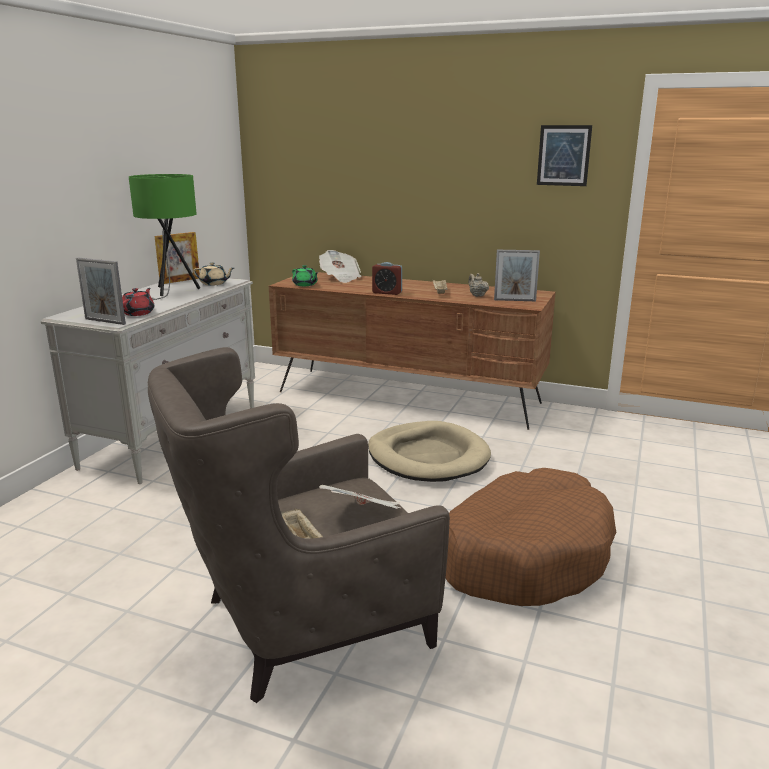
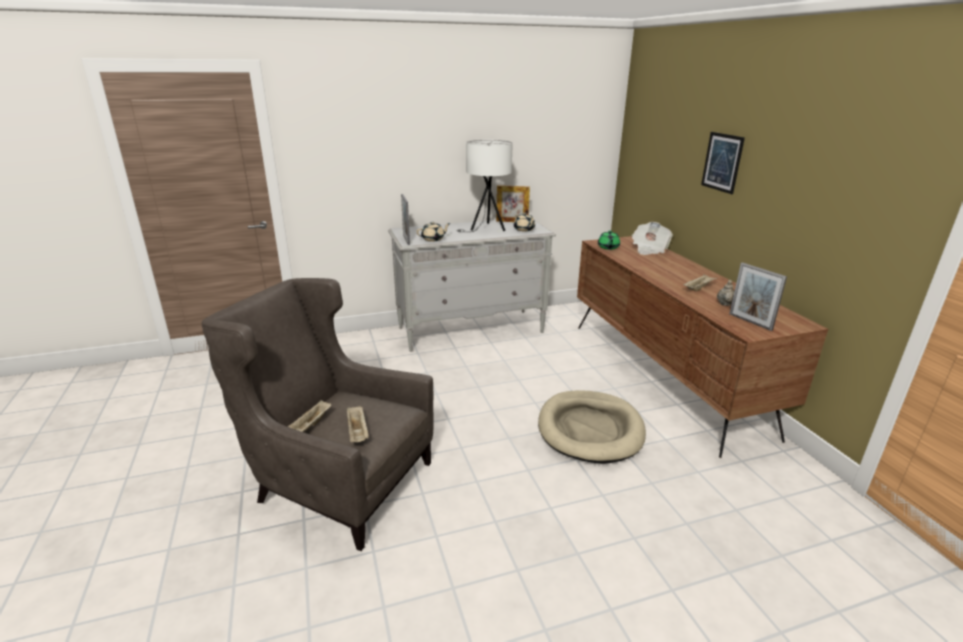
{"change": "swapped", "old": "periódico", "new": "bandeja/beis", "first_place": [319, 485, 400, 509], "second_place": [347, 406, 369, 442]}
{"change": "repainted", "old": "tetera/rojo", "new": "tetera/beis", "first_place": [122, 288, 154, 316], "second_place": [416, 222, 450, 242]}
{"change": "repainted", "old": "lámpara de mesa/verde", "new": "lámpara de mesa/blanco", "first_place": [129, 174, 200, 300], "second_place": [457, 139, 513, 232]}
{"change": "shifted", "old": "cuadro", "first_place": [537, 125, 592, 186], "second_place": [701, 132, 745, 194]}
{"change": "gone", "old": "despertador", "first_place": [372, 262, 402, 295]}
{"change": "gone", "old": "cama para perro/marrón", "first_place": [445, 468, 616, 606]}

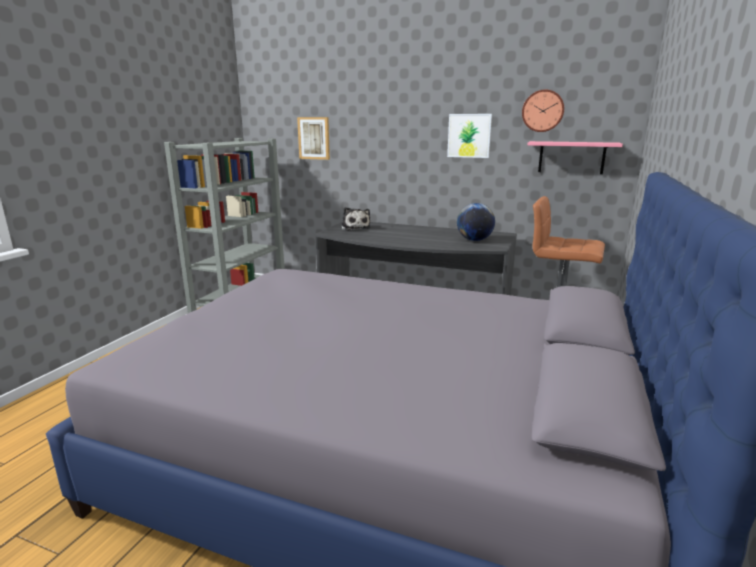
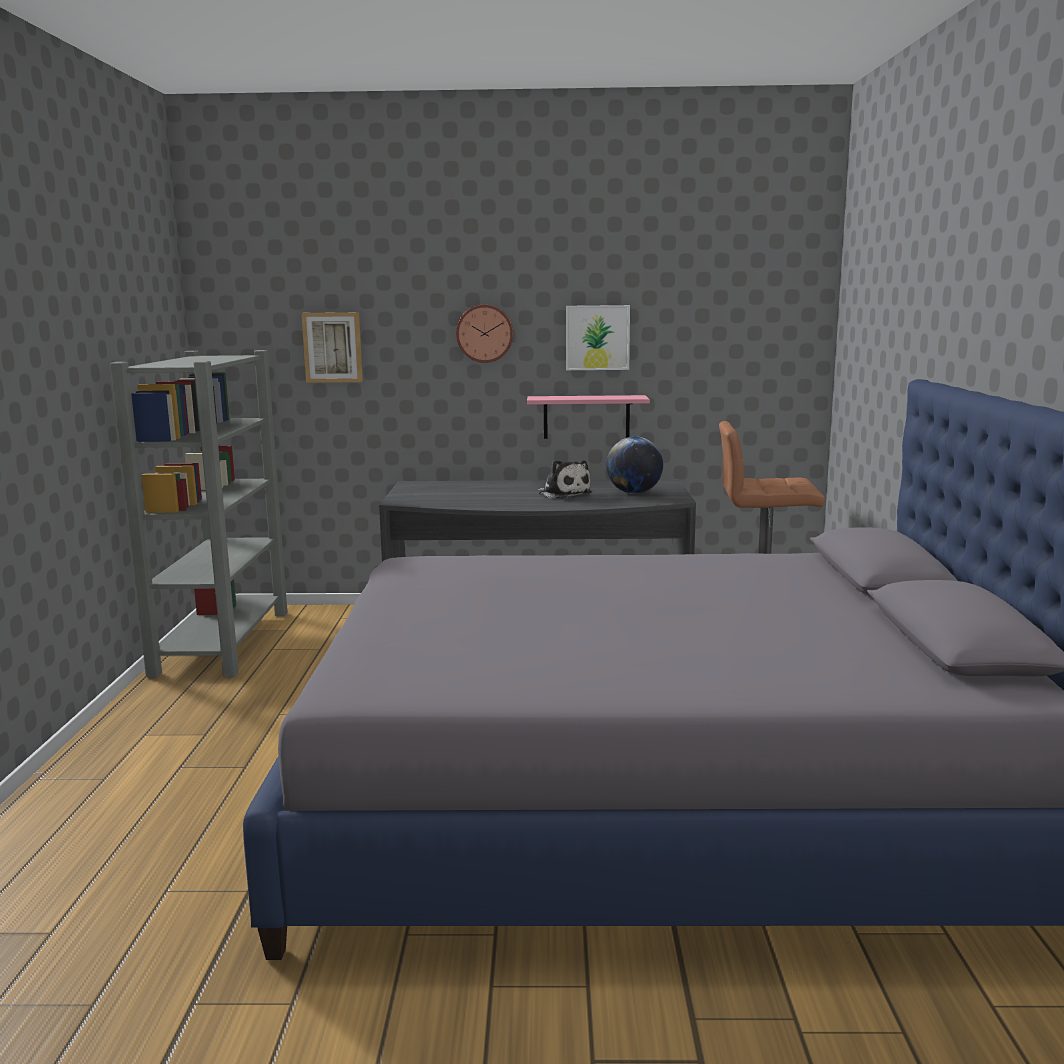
{"change": "shifted", "old": "reloj de pared", "first_place": [522, 90, 564, 132], "second_place": [456, 305, 513, 363]}
{"change": "shifted", "old": "estante/rosa", "first_place": [527, 141, 623, 174], "second_place": [527, 395, 650, 439]}
{"change": "shifted", "old": "peluche", "first_place": [341, 207, 370, 230], "second_place": [538, 460, 592, 499]}

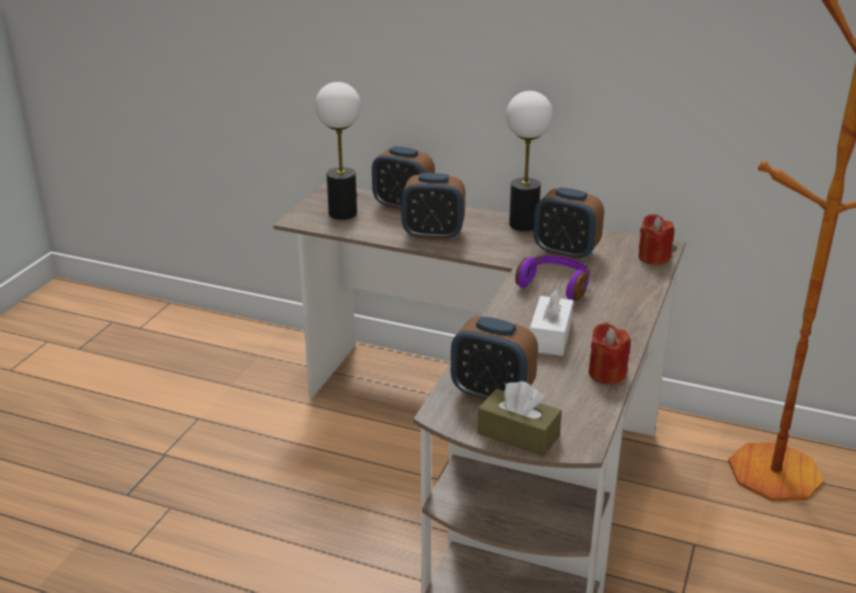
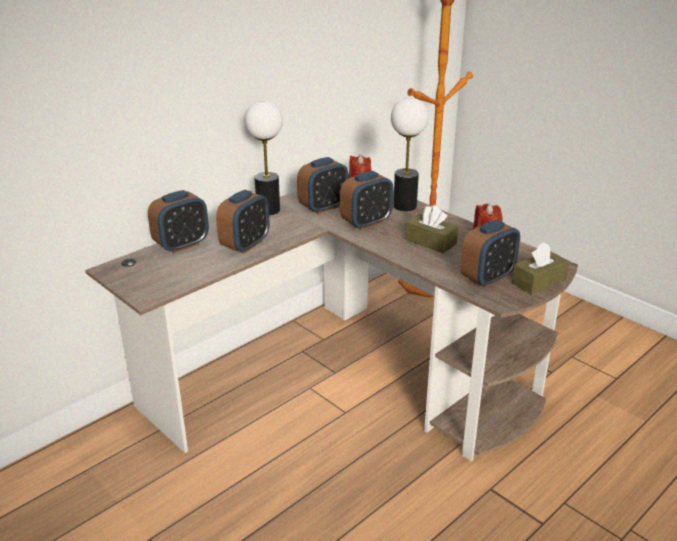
{"change": "swapped", "old": "auriculares/morado", "new": "despertador", "first_place": [515, 255, 590, 301], "second_place": [340, 171, 394, 230]}
{"change": "shifted", "old": "lámpara de mesa", "first_place": [315, 82, 361, 220], "second_place": [391, 97, 428, 211]}
{"change": "repainted", "old": "caja de pañuelos/blanco", "new": "caja de pañuelos/marrón", "first_place": [530, 288, 573, 356], "second_place": [405, 205, 458, 253]}

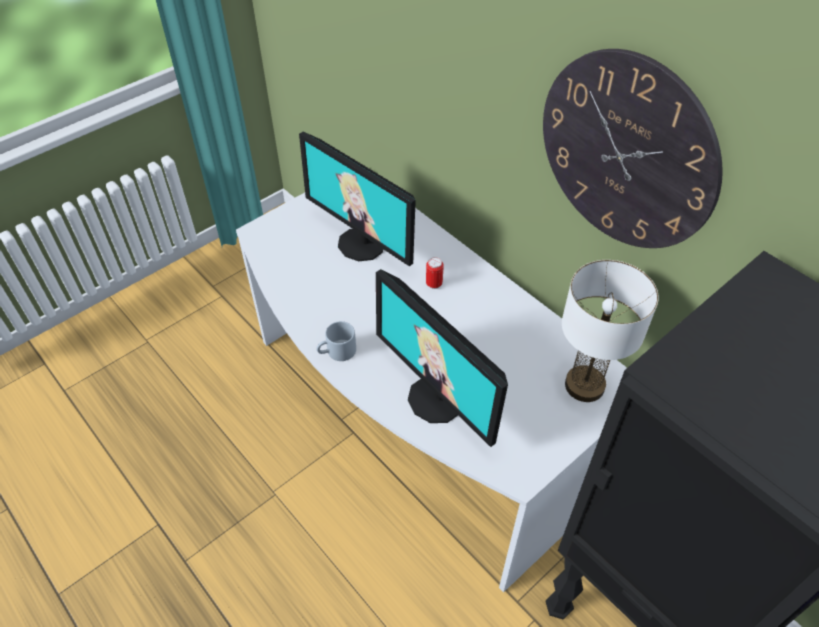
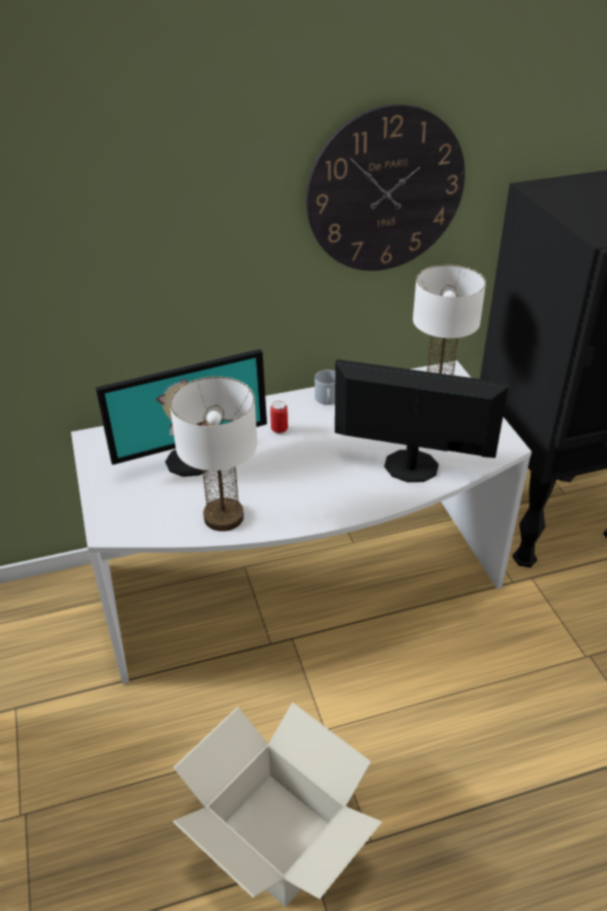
{"change": "new", "new": "lámpara de mesa", "second_place": [170, 376, 257, 531]}
{"change": "new", "new": "caja de cartón", "second_place": [173, 703, 382, 908]}
{"change": "shifted", "old": "taza grande/gris", "first_place": [316, 321, 356, 361], "second_place": [315, 370, 335, 405]}
{"change": "rotated", "old": "monitor", "first_place": [376, 269, 508, 447], "second_place": [335, 359, 509, 482], "degrees": -150}

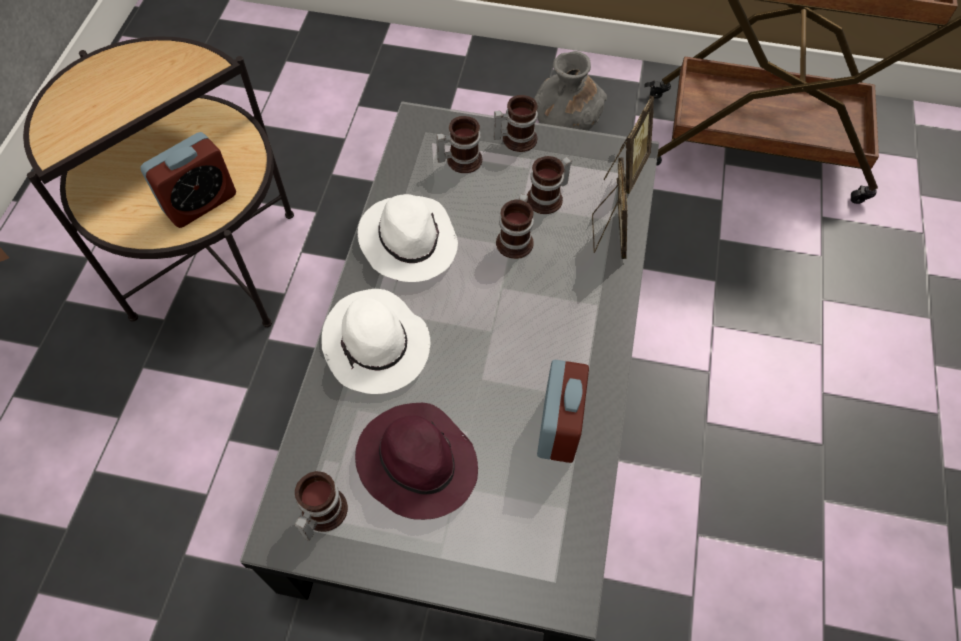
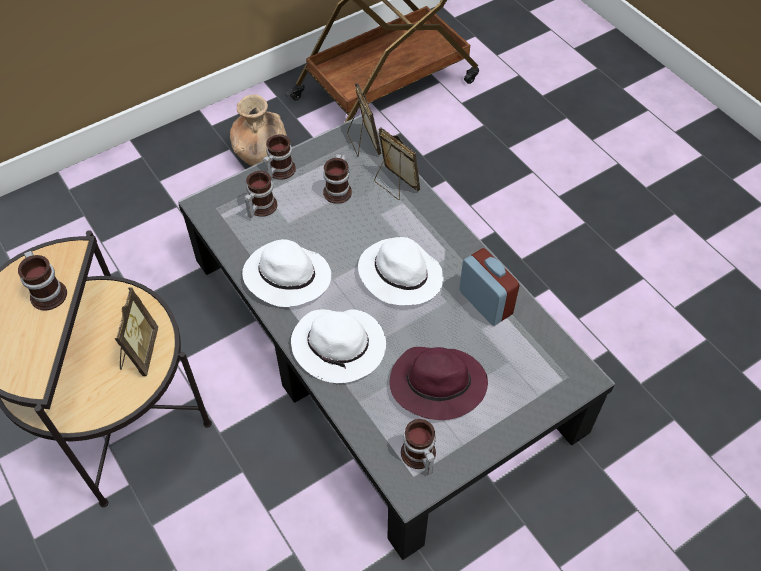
{"change": "shifted", "old": "taza grande", "first_place": [496, 194, 534, 259], "second_place": [18, 251, 67, 310]}
{"change": "swapped", "old": "despertador", "new": "portarretratos", "first_place": [140, 132, 236, 228], "second_place": [114, 287, 158, 376]}
{"change": "repainted", "old": "florero/gris", "new": "florero/marrón", "first_place": [534, 51, 607, 131], "second_place": [230, 94, 287, 166]}
{"change": "new", "new": "sombrero/blanco", "second_place": [358, 237, 444, 305]}

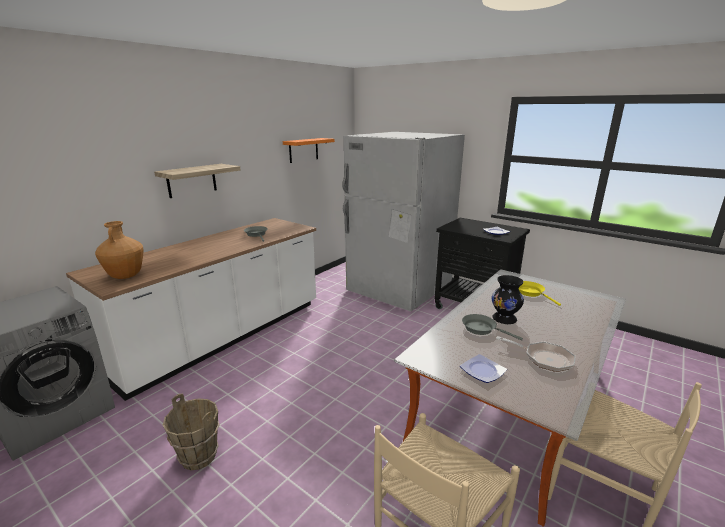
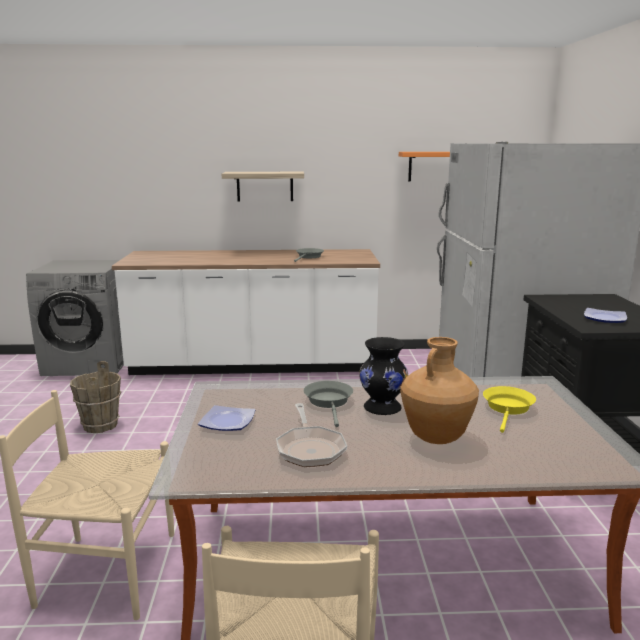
{"change": "shifted", "old": "florero/marrón", "first_place": [95, 221, 144, 279], "second_place": [400, 337, 479, 444]}

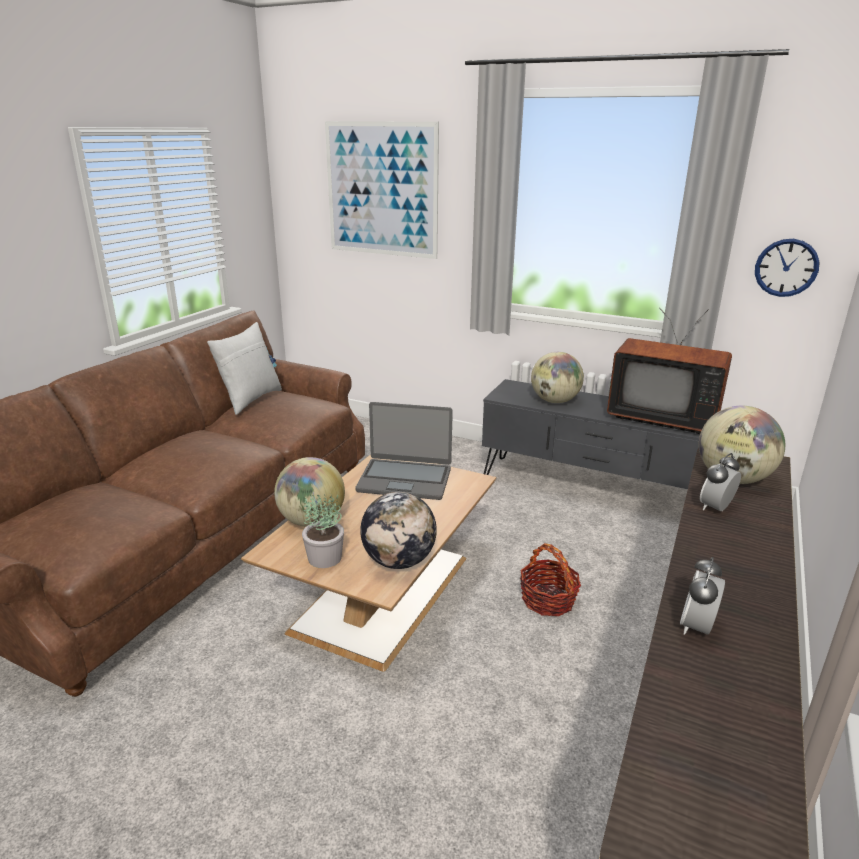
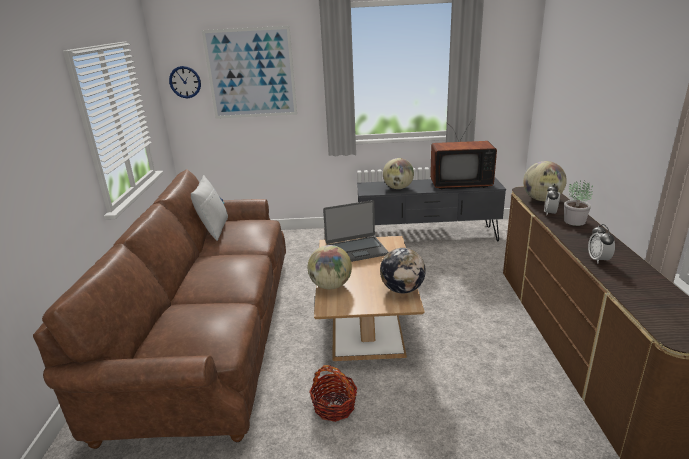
{"change": "shifted", "old": "reloj de pared", "first_place": [755, 239, 820, 297], "second_place": [169, 66, 201, 98]}
{"change": "shifted", "old": "cesta", "first_place": [520, 543, 581, 616], "second_place": [309, 365, 357, 422]}
{"change": "shifted", "old": "planta en maceta", "first_place": [302, 495, 344, 568], "second_place": [564, 180, 593, 226]}

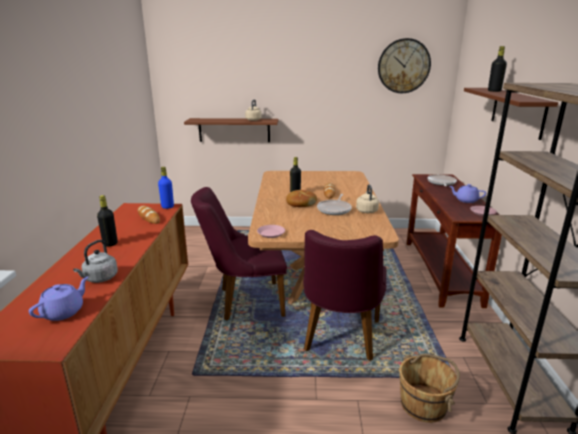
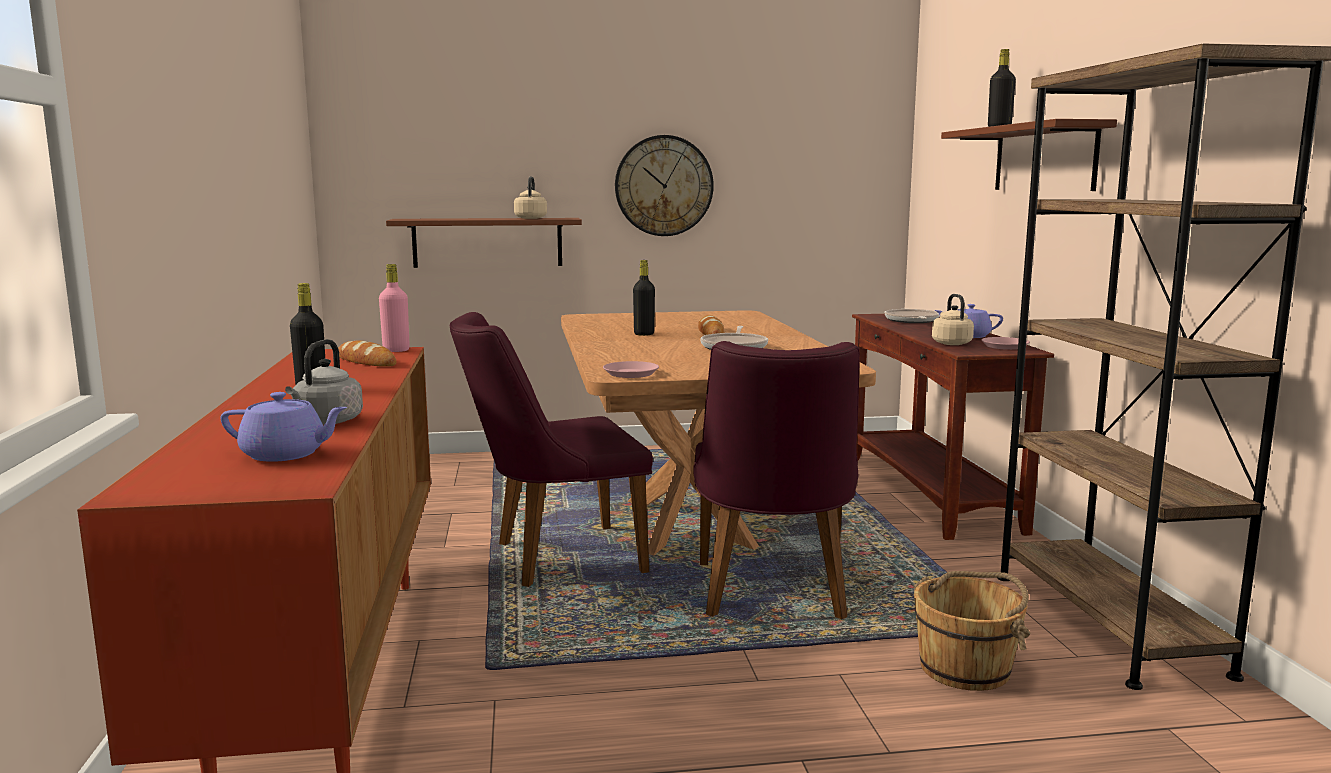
{"change": "rotated", "old": "tetera/morado", "first_place": [29, 276, 88, 321], "second_place": [221, 392, 347, 462], "degrees": 75}
{"change": "repainted", "old": "botella/azul", "new": "botella/rosa", "first_place": [158, 167, 174, 209], "second_place": [379, 264, 410, 352]}
{"change": "shifted", "old": "reloj de pared", "first_place": [378, 38, 431, 93], "second_place": [615, 135, 714, 236]}
{"change": "shifted", "old": "hervidor/beis", "first_place": [356, 184, 379, 213], "second_place": [932, 294, 974, 345]}
{"change": "gone", "old": "pan", "first_place": [286, 190, 317, 207]}

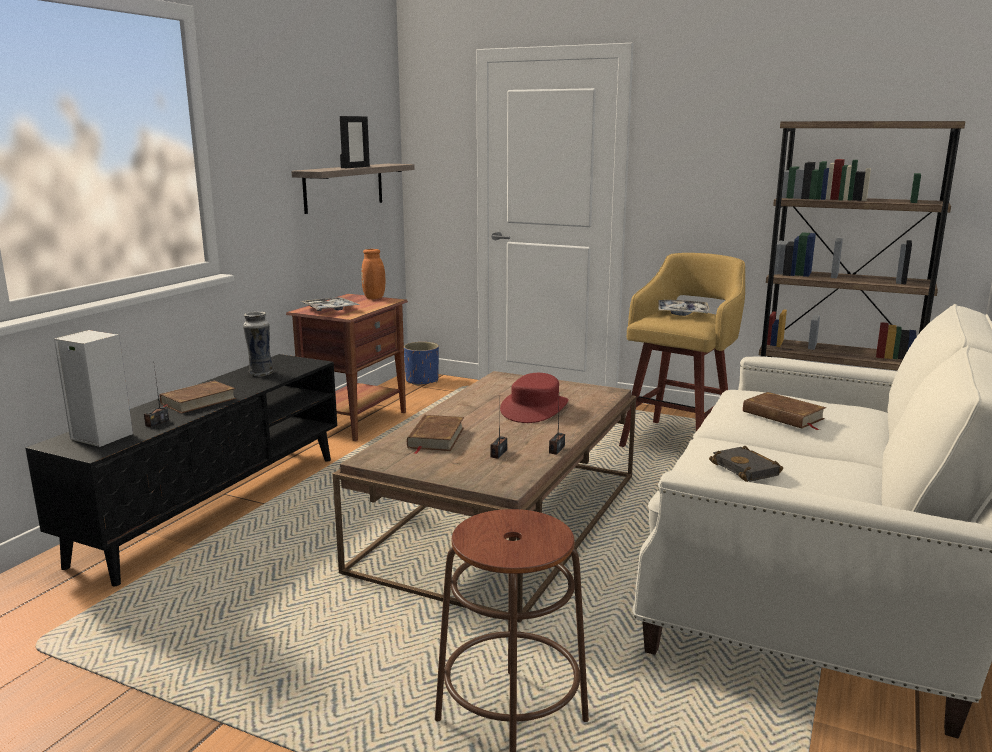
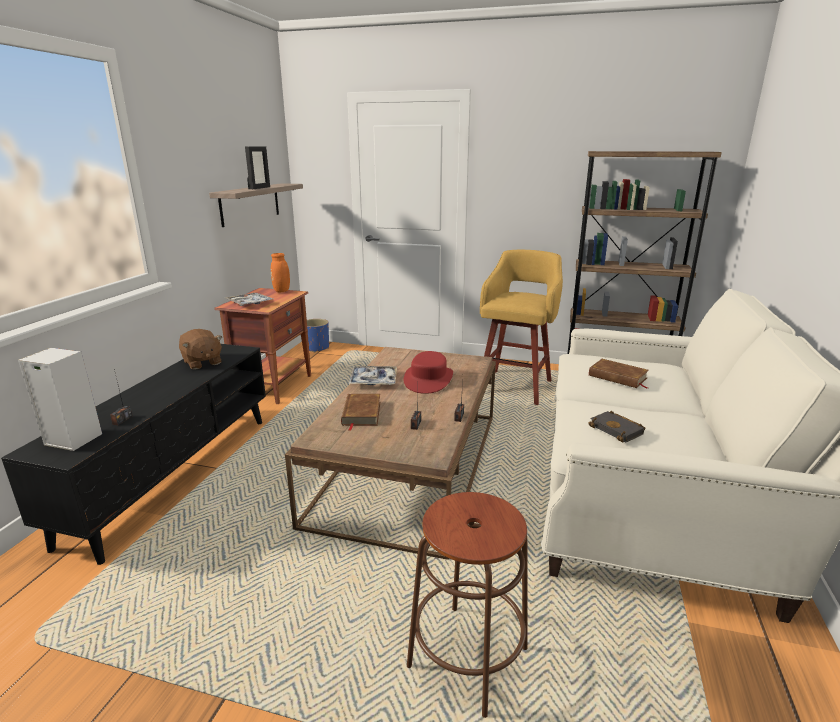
{"change": "swapped", "old": "florero", "new": "peluche/marrón", "first_place": [243, 312, 273, 376], "second_place": [179, 329, 222, 370]}
{"change": "shifted", "old": "bandeja", "first_place": [658, 300, 710, 316], "second_place": [349, 366, 397, 385]}
{"change": "gone", "old": "libro/marrón", "first_place": [160, 380, 236, 413]}

